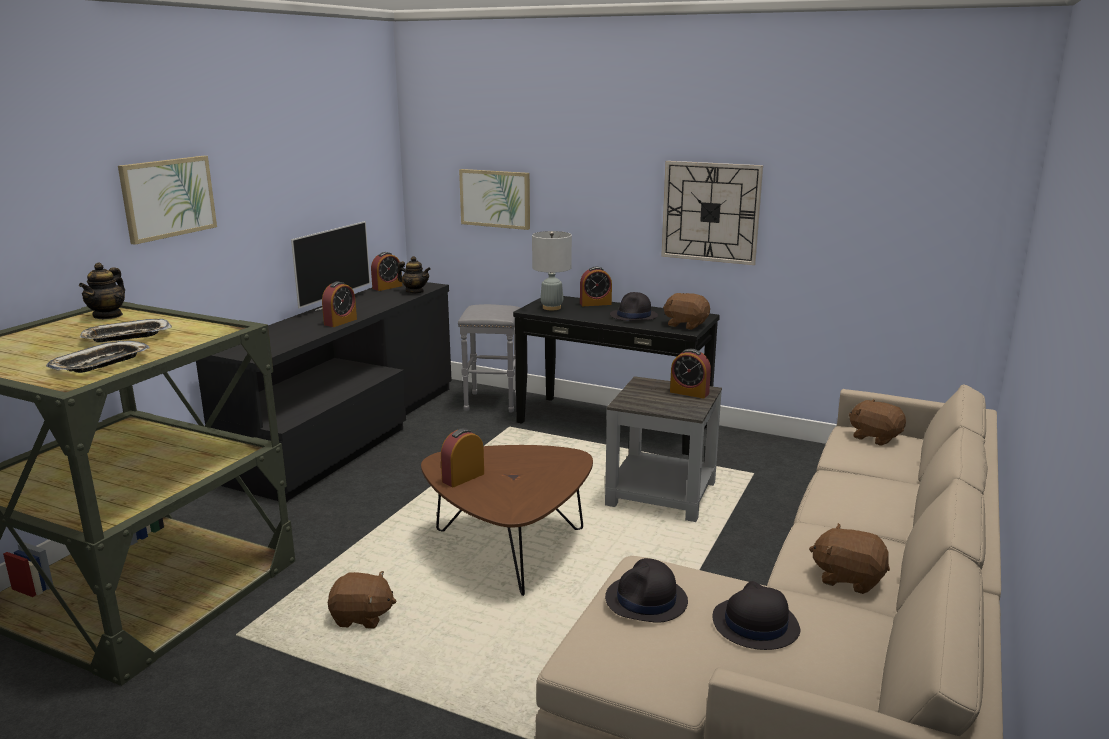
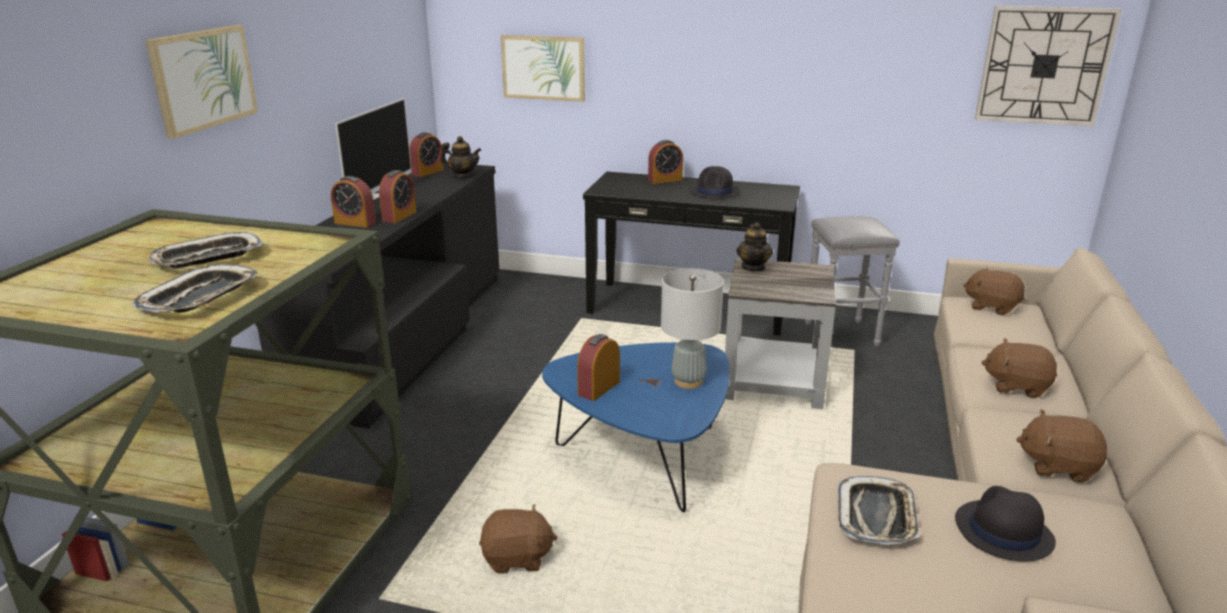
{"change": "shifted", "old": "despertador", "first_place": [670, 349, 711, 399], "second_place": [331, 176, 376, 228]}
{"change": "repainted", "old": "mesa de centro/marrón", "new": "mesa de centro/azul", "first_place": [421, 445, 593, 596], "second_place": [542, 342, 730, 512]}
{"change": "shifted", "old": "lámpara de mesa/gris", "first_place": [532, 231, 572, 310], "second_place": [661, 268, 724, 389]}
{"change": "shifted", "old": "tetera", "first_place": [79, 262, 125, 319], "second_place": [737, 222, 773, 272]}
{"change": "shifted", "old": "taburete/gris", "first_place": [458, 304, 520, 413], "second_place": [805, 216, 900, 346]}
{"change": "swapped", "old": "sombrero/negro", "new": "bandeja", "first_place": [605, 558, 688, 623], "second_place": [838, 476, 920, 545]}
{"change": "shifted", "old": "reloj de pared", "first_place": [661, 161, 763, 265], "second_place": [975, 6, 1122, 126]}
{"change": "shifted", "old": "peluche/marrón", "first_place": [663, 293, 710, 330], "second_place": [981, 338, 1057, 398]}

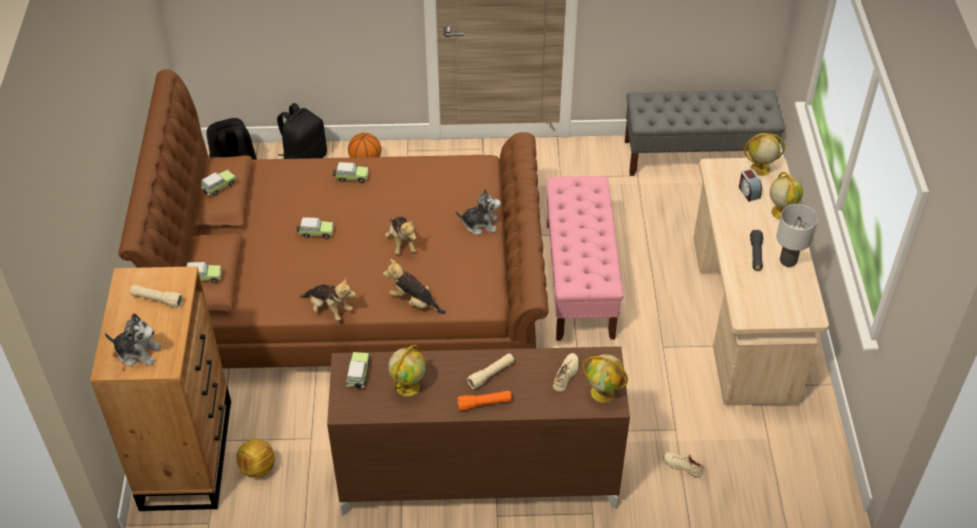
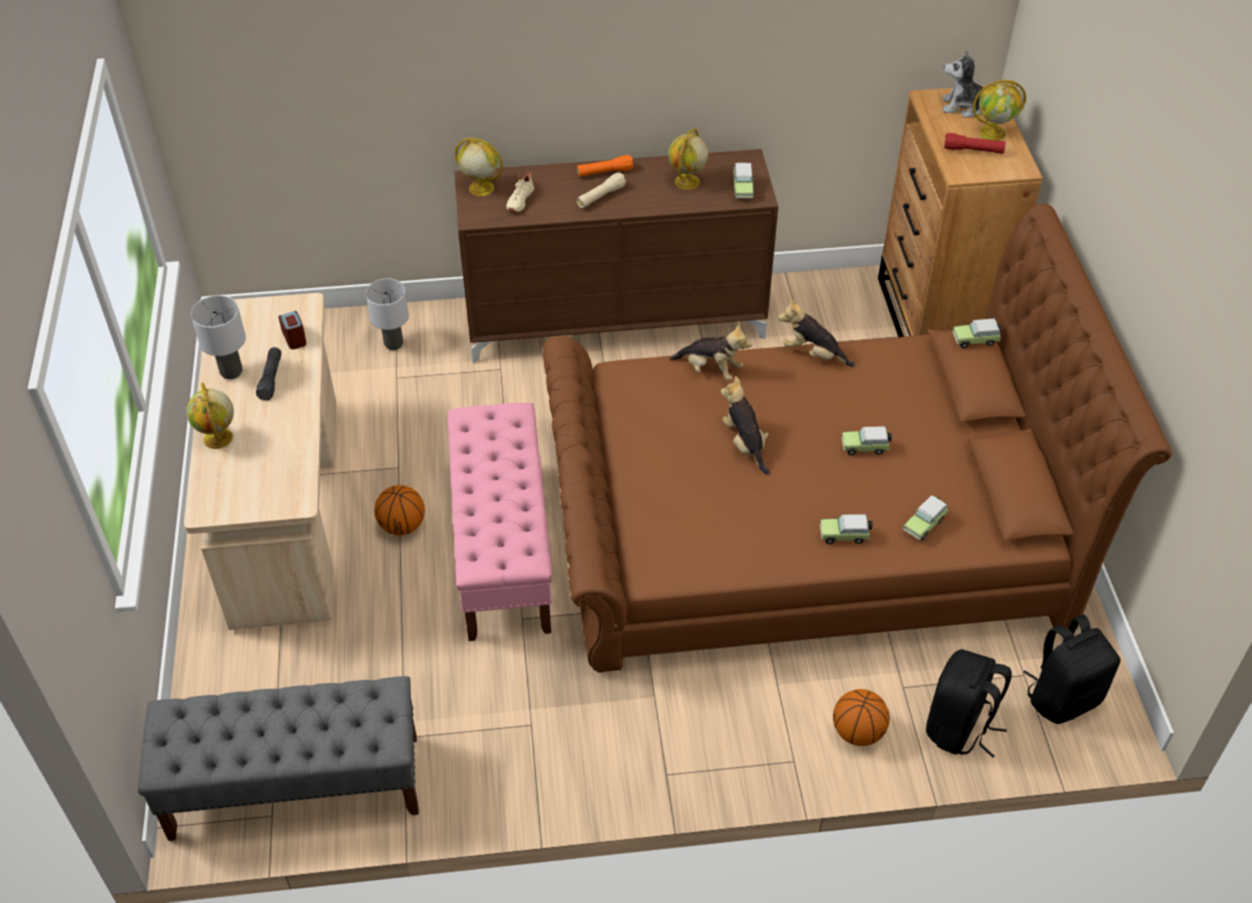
{"change": "shifted", "old": "despertador", "first_place": [739, 169, 762, 202], "second_place": [279, 311, 306, 349]}
{"change": "swapped", "old": "zapato/beis", "new": "lámpara de mesa/blanco", "first_place": [663, 452, 704, 478], "second_place": [366, 278, 409, 350]}
{"change": "new", "new": "balón de baloncesto", "second_place": [374, 485, 425, 536]}
{"change": "shifted", "old": "coche de juguete", "first_place": [201, 170, 236, 196], "second_place": [903, 495, 948, 541]}
{"change": "repainted", "old": "linterna/beis", "new": "linterna/rojo", "first_place": [130, 285, 183, 308], "second_place": [944, 133, 1005, 154]}
{"change": "shifted", "old": "globo terráqueo", "first_place": [744, 133, 785, 176], "second_place": [973, 80, 1026, 141]}
{"change": "gone", "old": "balón de fútbol", "first_place": [236, 439, 275, 478]}
{"change": "gone", "old": "peluche", "first_place": [455, 190, 501, 235]}

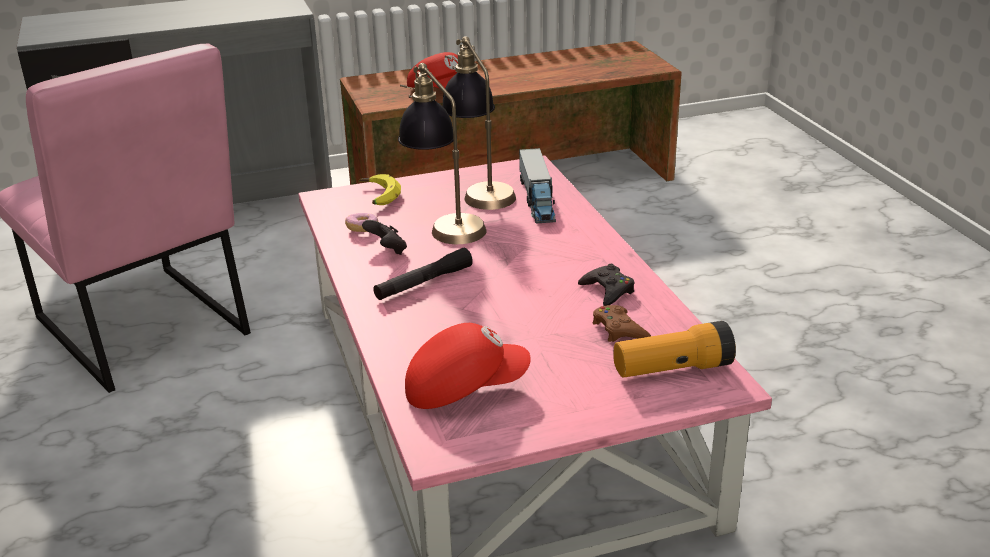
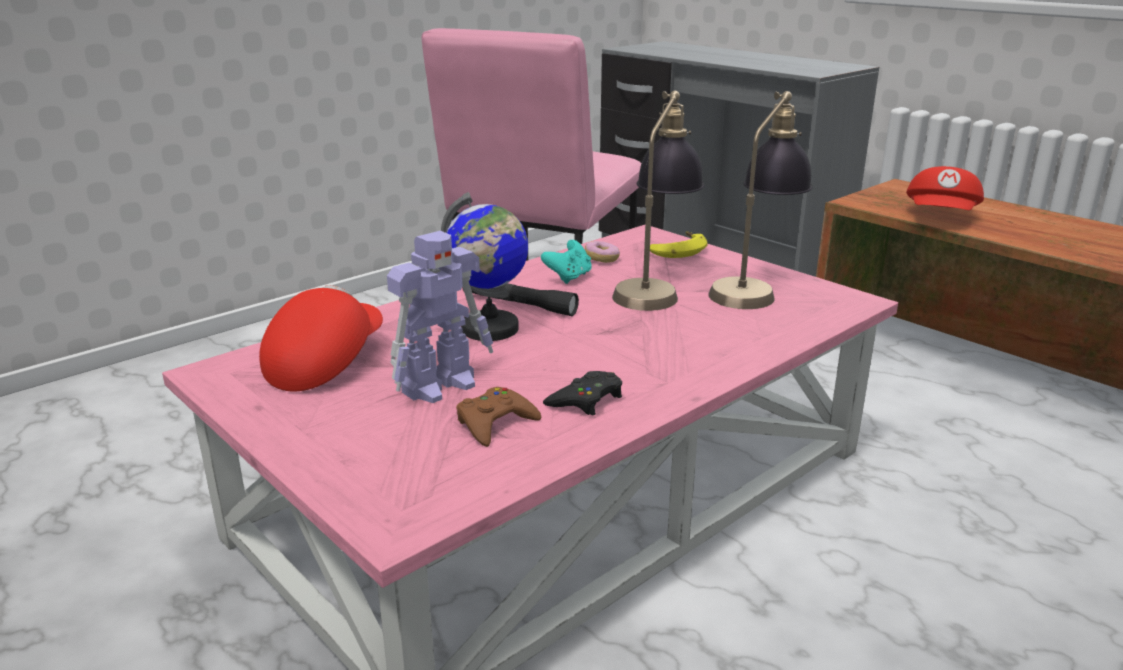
{"change": "rotated", "old": "gorra/rojo", "first_place": [405, 323, 531, 409], "second_place": [259, 285, 383, 391], "degrees": -120}
{"change": "new", "new": "robot de juguete", "second_place": [387, 231, 493, 403]}
{"change": "new", "new": "globo terráqueo", "second_place": [441, 192, 528, 341]}
{"change": "repainted", "old": "mando de consola/negro", "new": "mando de consola/turquesa", "first_place": [362, 220, 407, 255], "second_place": [541, 240, 592, 284]}
{"change": "gone", "old": "camión de juguete", "first_place": [519, 148, 556, 224]}
{"change": "gone", "old": "linterna", "first_place": [613, 321, 736, 377]}

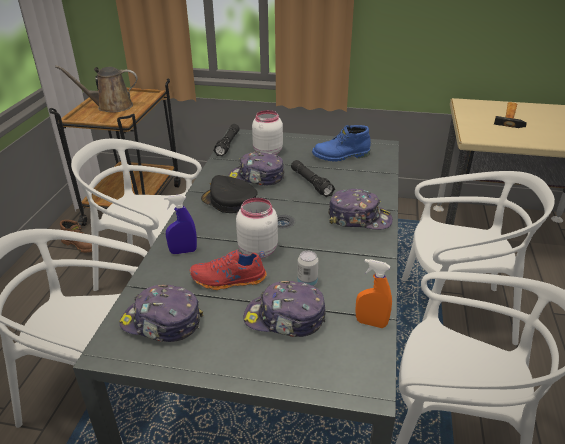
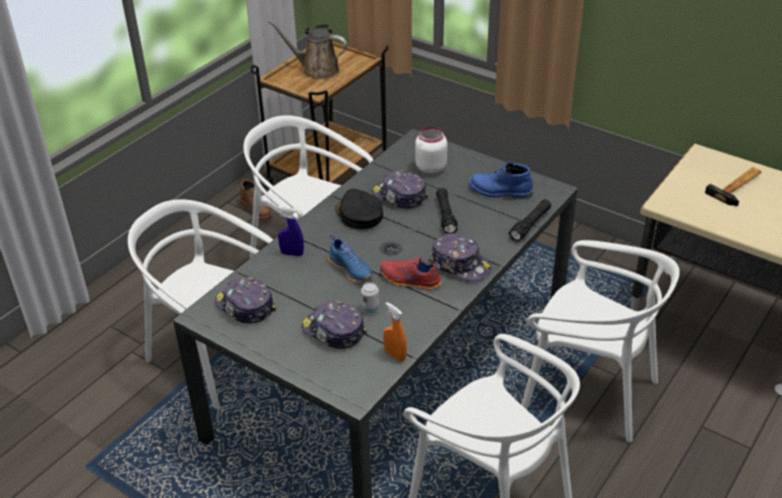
{"change": "swapped", "old": "tarro/blanco", "new": "zapato/azul", "first_place": [236, 198, 278, 258], "second_place": [328, 234, 373, 283]}
{"change": "shifted", "old": "zapato/rojo", "first_place": [189, 249, 267, 290], "second_place": [380, 257, 442, 290]}
{"change": "shifted", "old": "linterna/negro", "first_place": [214, 124, 240, 156], "second_place": [508, 199, 551, 242]}

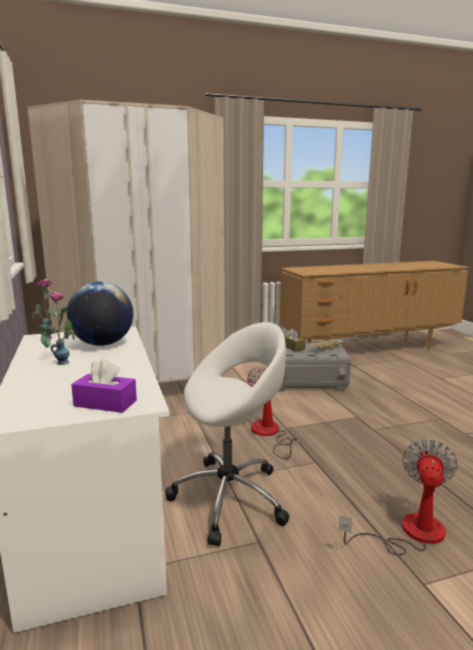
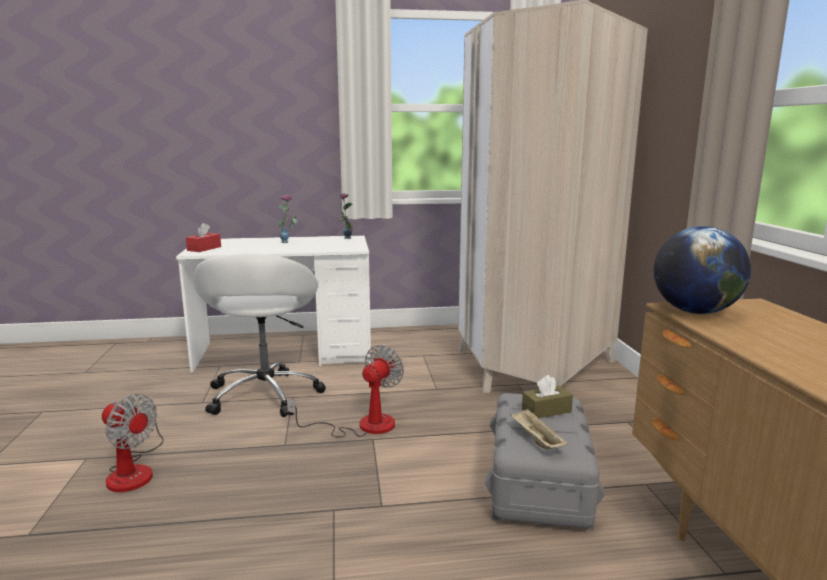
{"change": "repainted", "old": "caja de pañuelos/morado", "new": "caja de pañuelos/rojo", "first_place": [71, 358, 137, 413], "second_place": [186, 223, 221, 252]}
{"change": "shifted", "old": "globo terráqueo", "first_place": [67, 281, 133, 346], "second_place": [654, 226, 751, 314]}

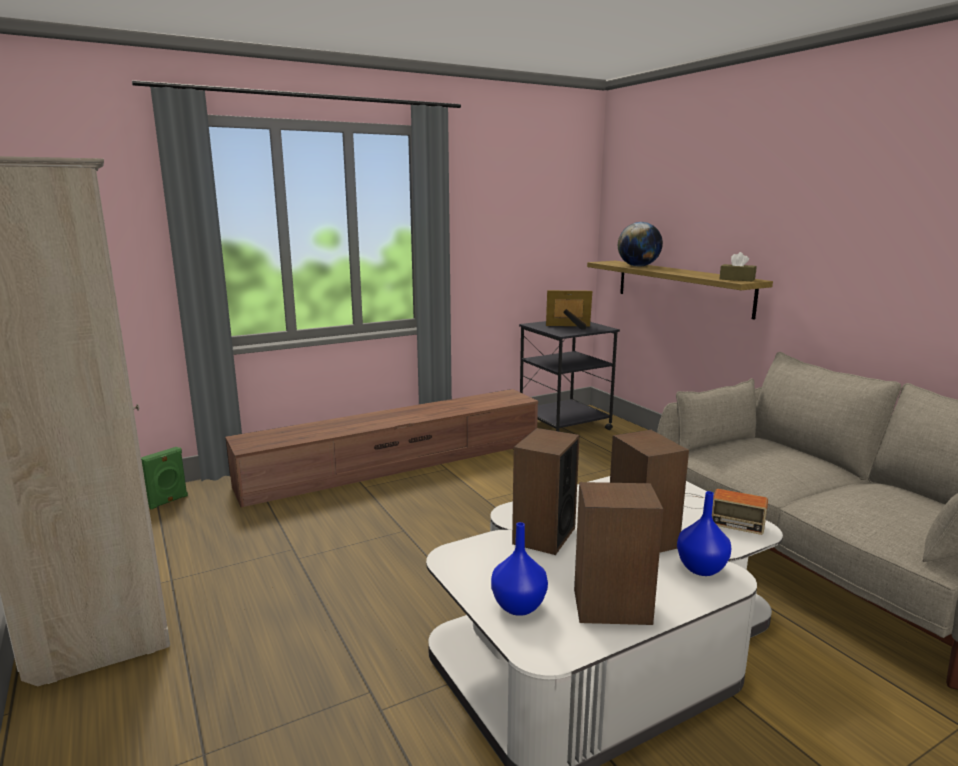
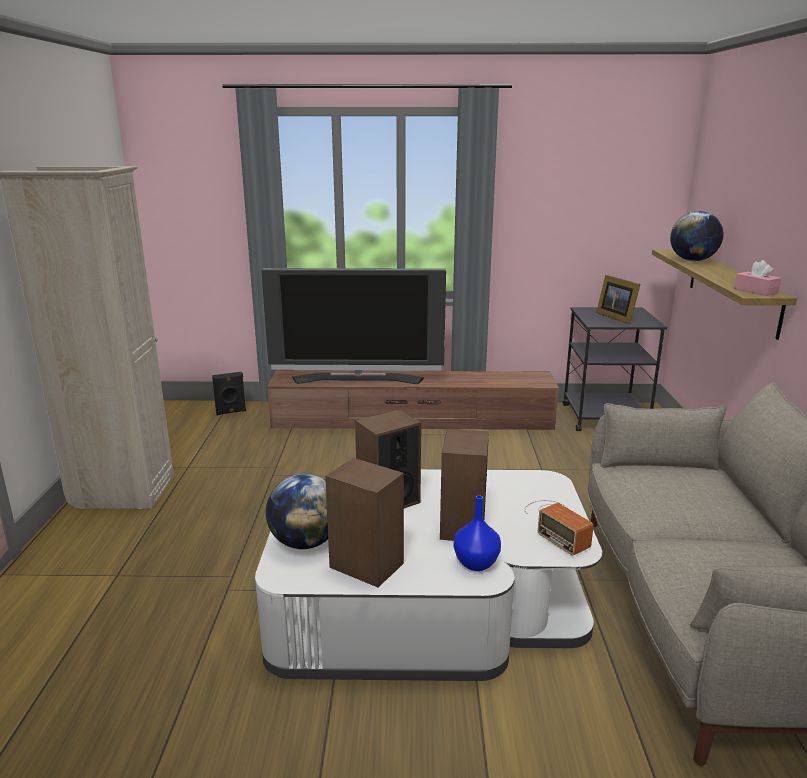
{"change": "repainted", "old": "altavoz/verde", "new": "altavoz/negro", "first_place": [141, 447, 188, 509], "second_place": [212, 372, 246, 415]}
{"change": "new", "new": "televisor", "second_place": [261, 268, 446, 384]}
{"change": "swapped", "old": "florero/azul", "new": "globo terráqueo", "first_place": [491, 522, 548, 616], "second_place": [266, 474, 328, 549]}
{"change": "rotated", "old": "portarretratos", "first_place": [546, 290, 592, 330], "second_place": [596, 275, 640, 324], "degrees": -150}
{"change": "repainted", "old": "caja de pañuelos/marrón", "new": "caja de pañuelos/rosa", "first_place": [720, 252, 757, 281], "second_place": [734, 260, 781, 296]}

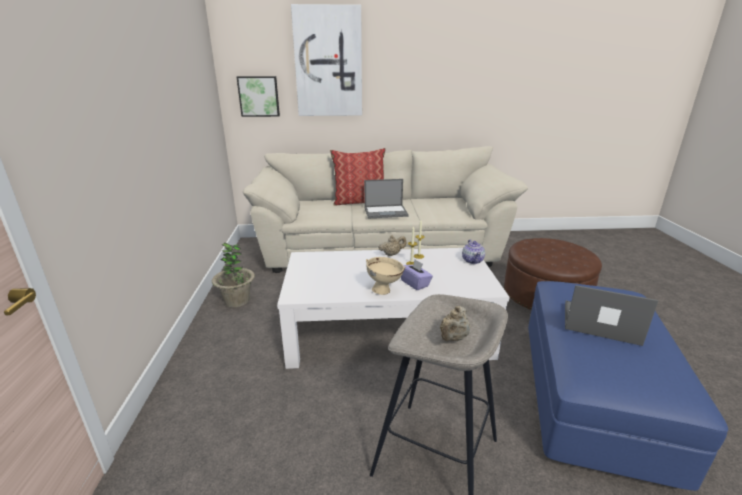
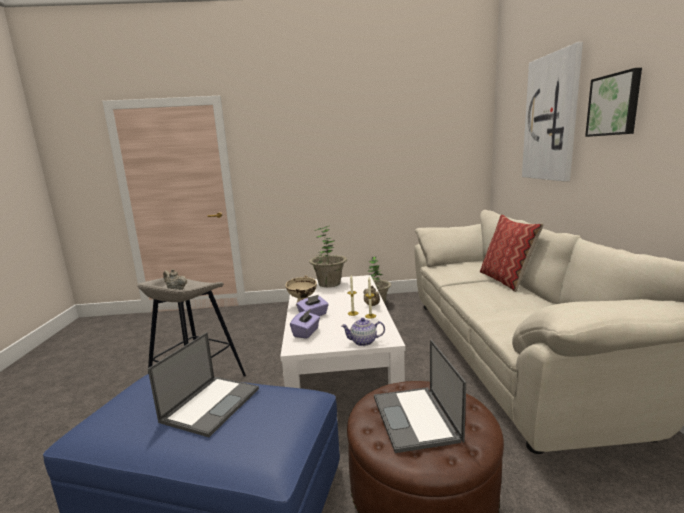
{"change": "new", "new": "caja de pañuelos/morado", "second_place": [290, 309, 320, 339]}
{"change": "new", "new": "planta en maceta", "second_place": [309, 225, 347, 287]}
{"change": "shifted", "old": "portátil", "first_place": [364, 179, 409, 219], "second_place": [374, 340, 466, 453]}
{"change": "shifted", "old": "cuadro", "first_place": [236, 76, 280, 117], "second_place": [585, 68, 642, 137]}

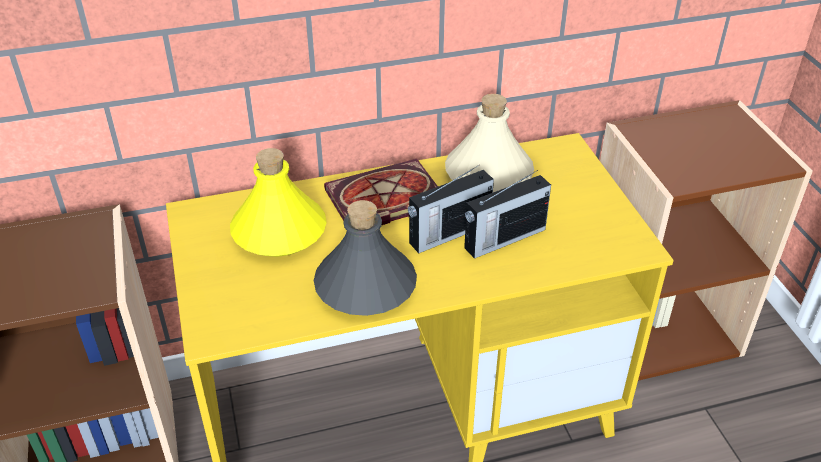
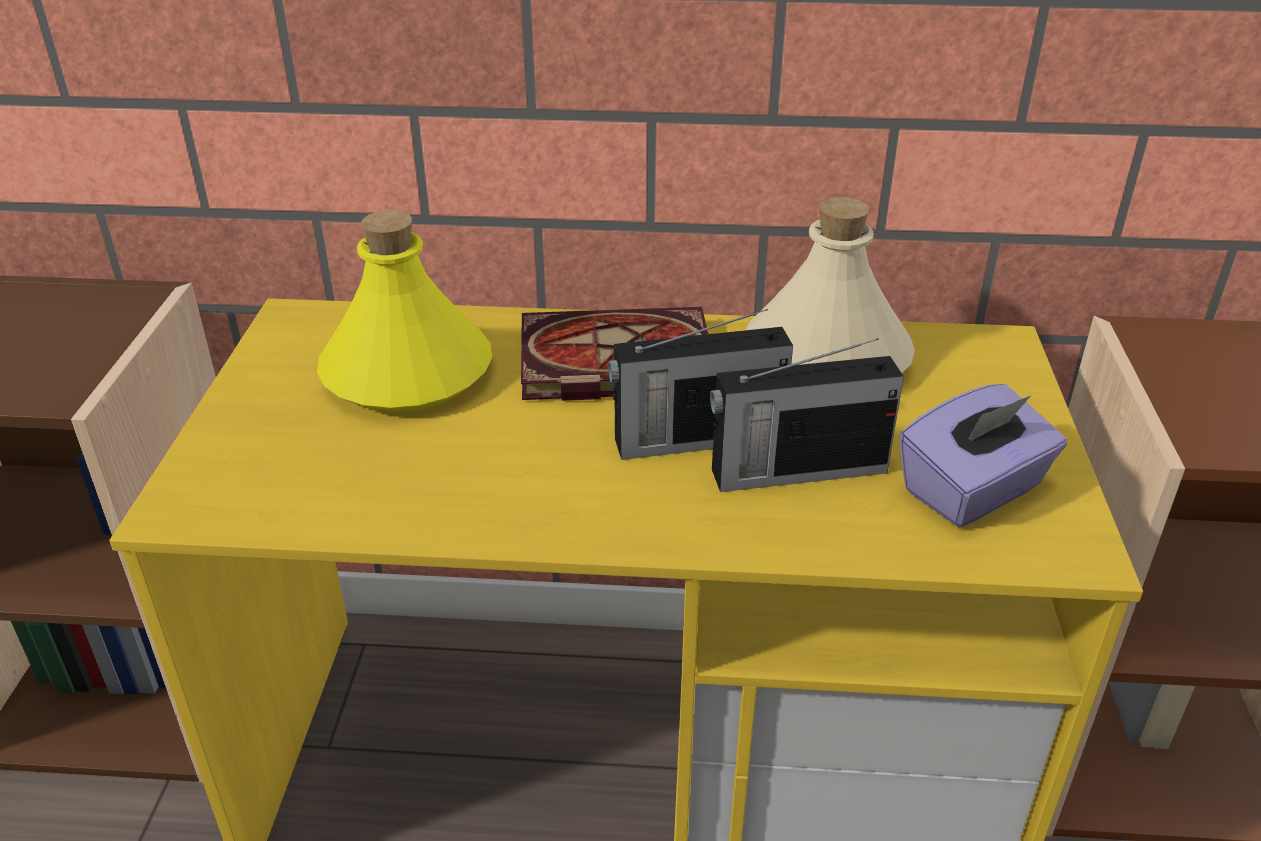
{"change": "new", "new": "caja de pañuelos/morado", "second_place": [900, 384, 1067, 527]}
{"change": "gone", "old": "botella/gris", "first_place": [314, 200, 417, 316]}

